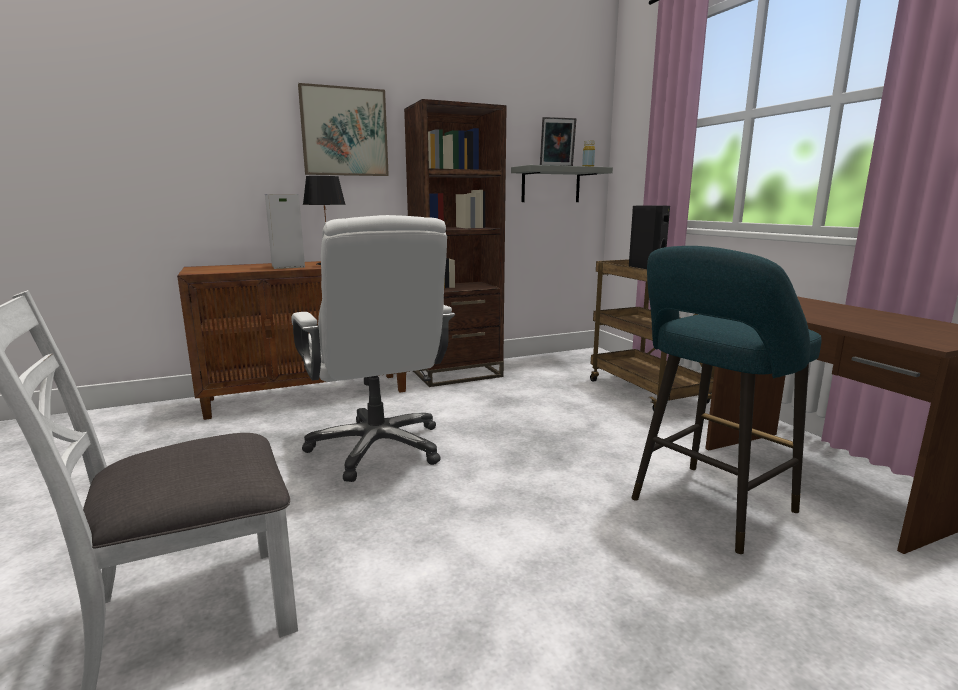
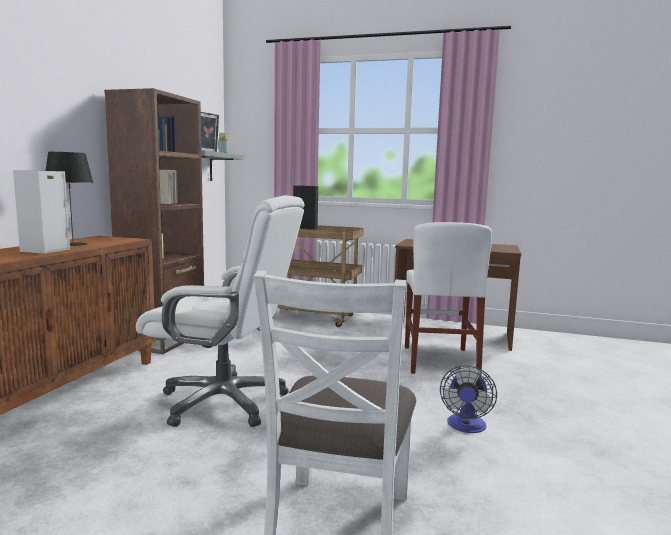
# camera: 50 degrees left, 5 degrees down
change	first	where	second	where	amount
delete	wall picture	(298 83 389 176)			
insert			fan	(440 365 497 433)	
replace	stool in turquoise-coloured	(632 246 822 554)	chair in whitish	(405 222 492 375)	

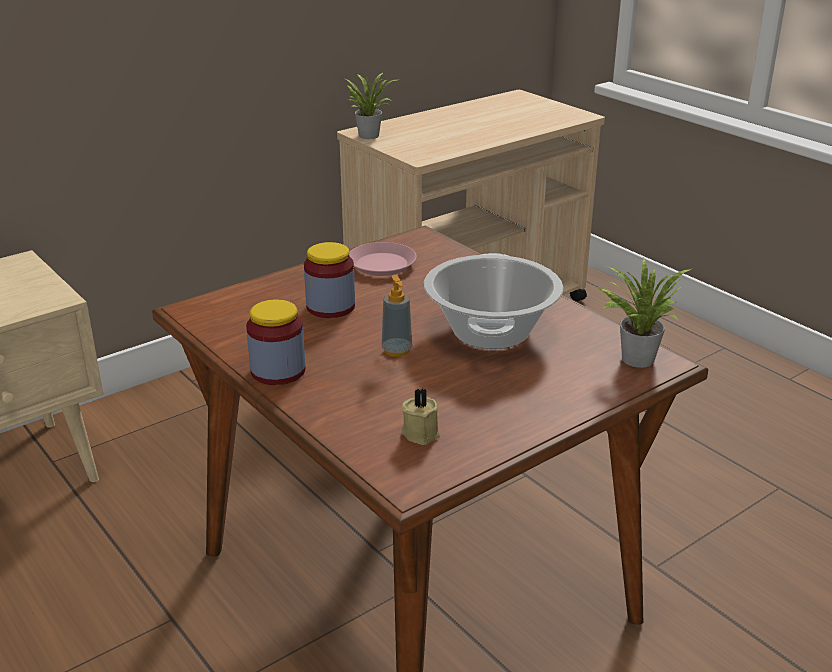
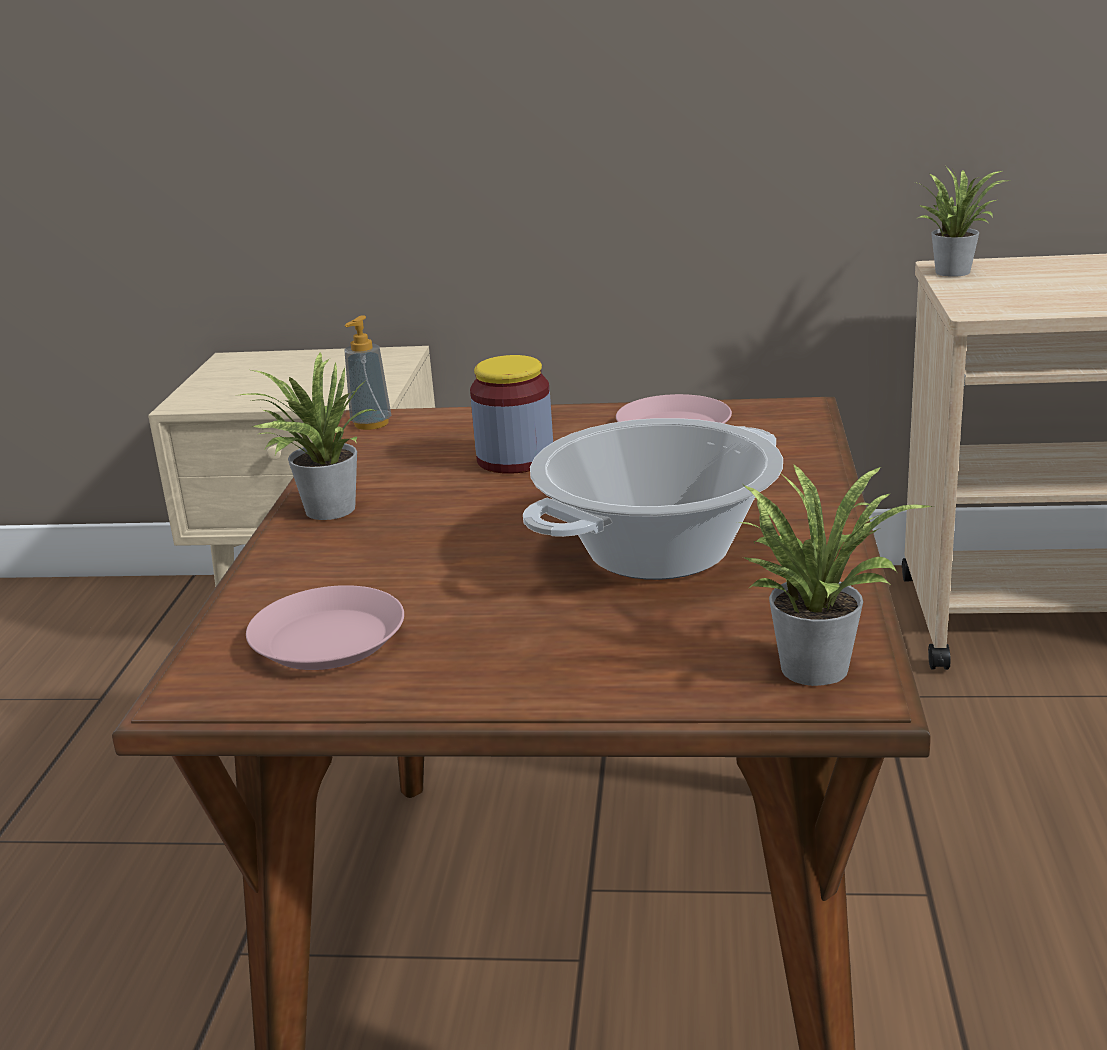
# camera: 45 degrees right, 5 degrees down
change	first	where	second	where	amount
move	soap dispenser	(381 275 412 357)		(344 315 391 430)	
replace	jar	(246 299 305 385)	potted plant	(240 352 376 520)	
replace	wax light in beige-coloured	(401 388 440 445)	dinner plate in pinkish	(246 585 404 670)	

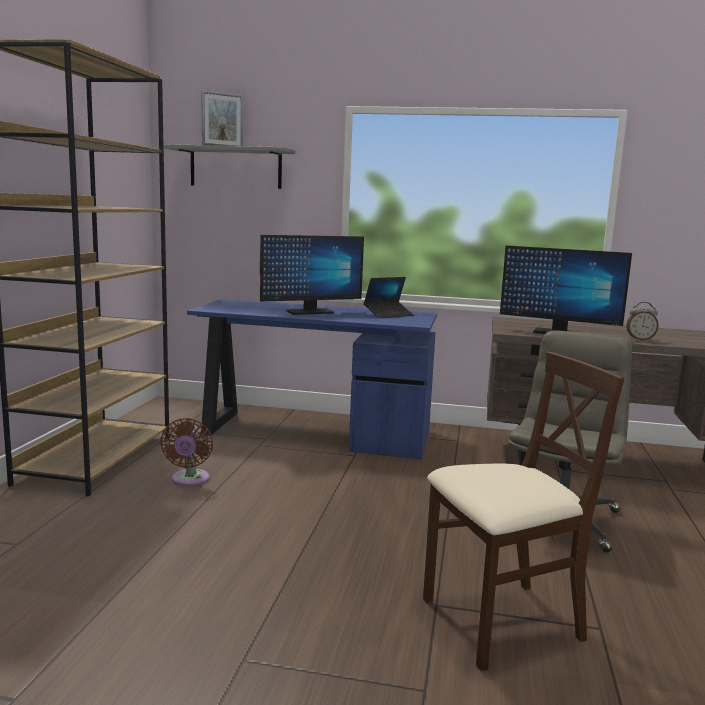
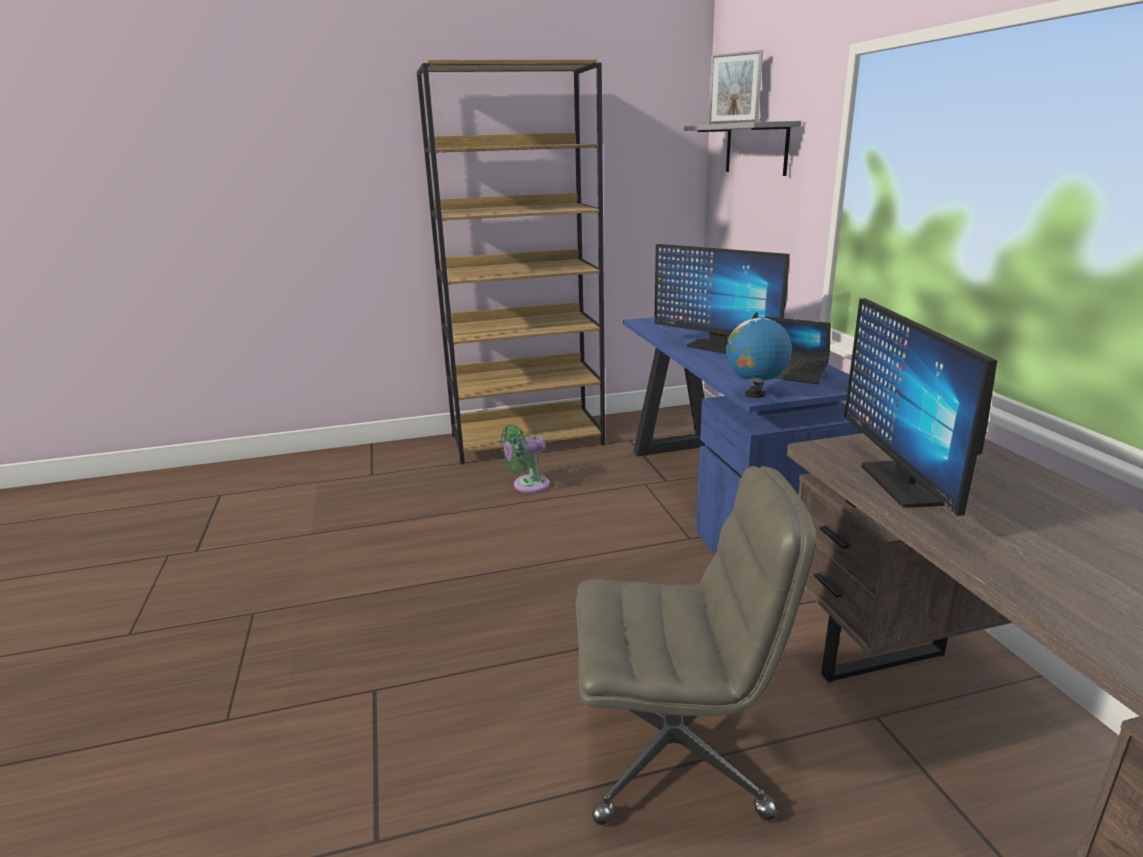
# camera: 65 degrees right, 10 degrees up
change	first	where	second	where	amount
delete	chair in beige-coloured	(423 352 625 671)			
delete	bedside clock	(626 302 659 341)			
insert			desk globe	(726 313 792 398)	
recolor	fan in brown-coloured	(160 418 213 486)	fan in green	(501 425 550 493)	

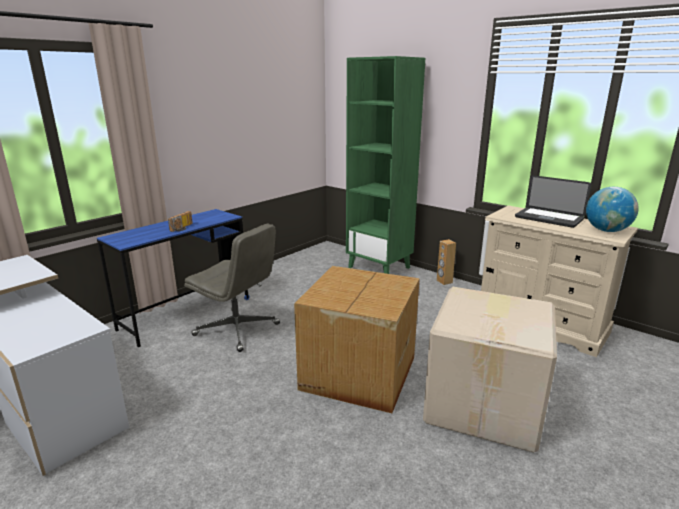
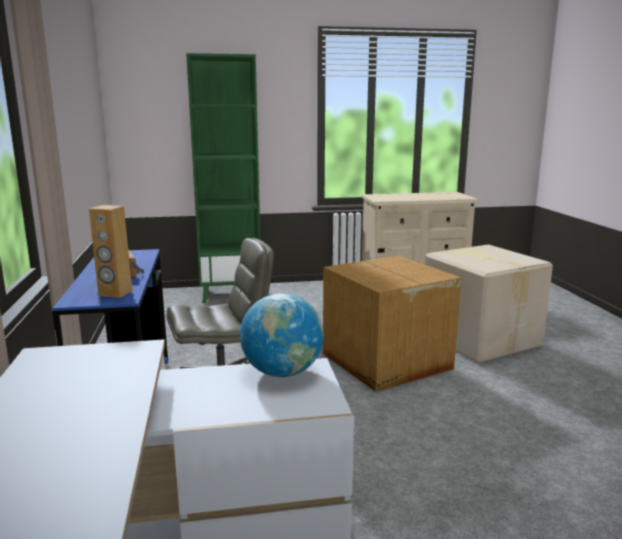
# camera: 50 degrees left, 5 degrees down
change	first	where	second	where	amount
delete	laptop	(515 175 591 228)			
move	loudspeaker in brown-coloured	(437 239 456 285)		(89 205 132 298)	
move	desk globe	(586 187 639 232)		(240 293 324 377)	

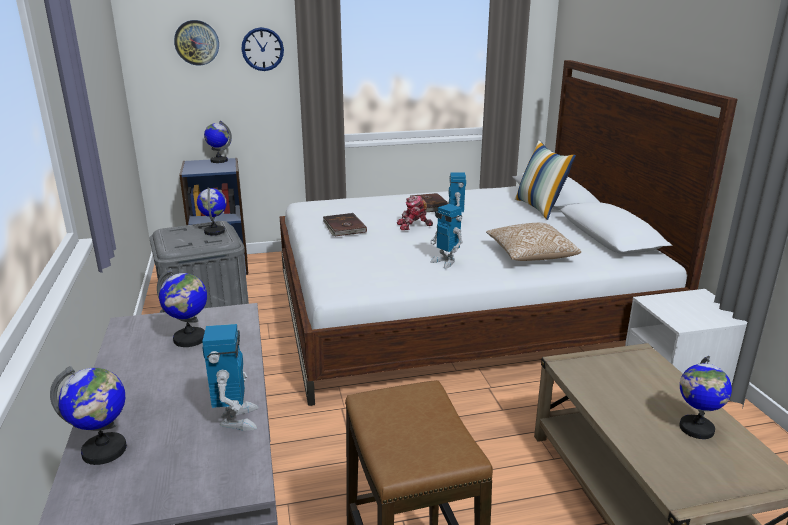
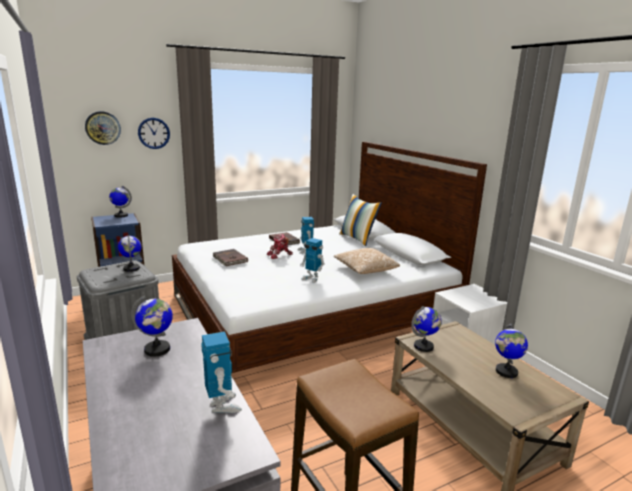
# camera: 15 degrees left, 5 degrees down
change	first	where	second	where	amount
move	desk globe	(50 366 127 465)		(411 306 442 352)	

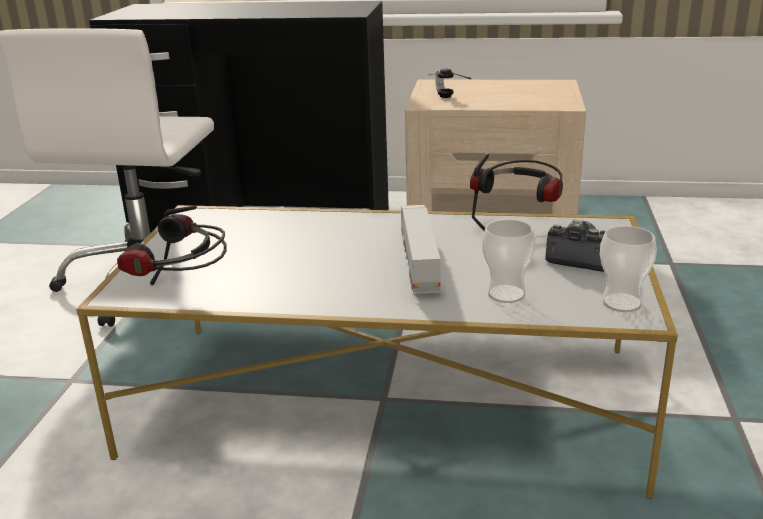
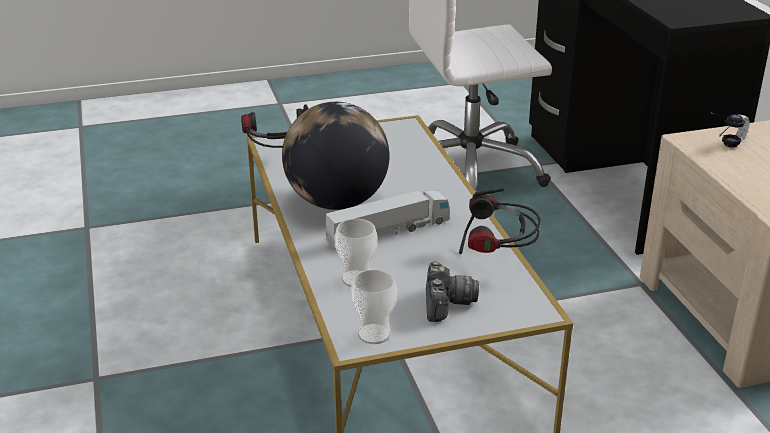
# camera: 65 degrees right, 5 degrees up
change	first	where	second	where	amount
insert			desk globe	(282 102 390 210)	

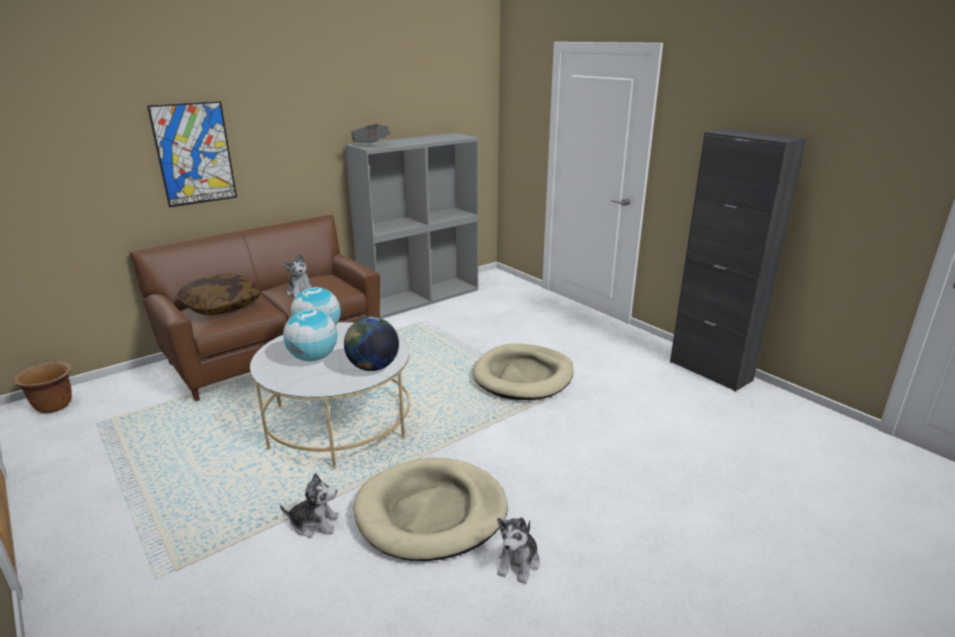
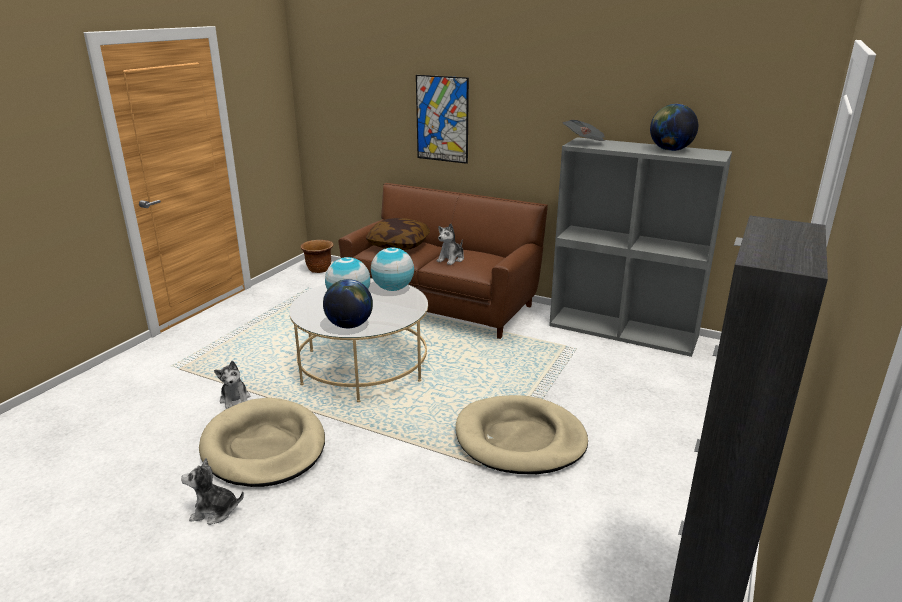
# camera: 65 degrees right, 0 degrees up
change	first	where	second	where	amount
insert			desk globe	(650 104 698 151)	

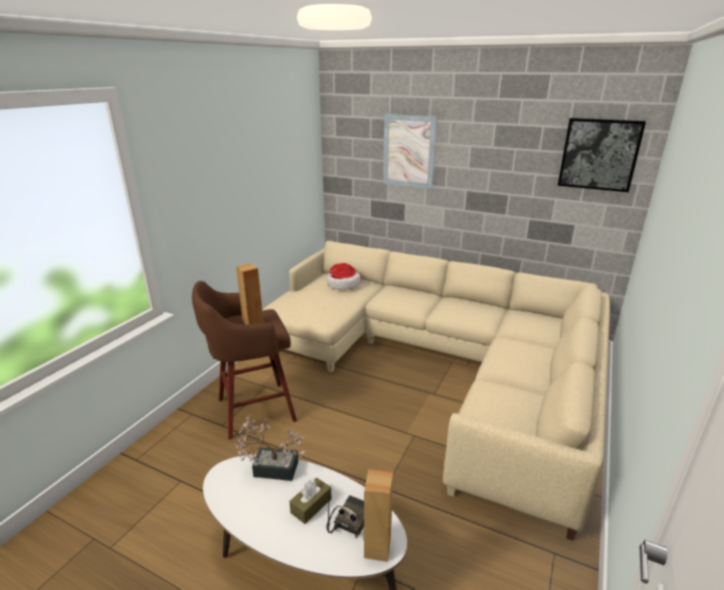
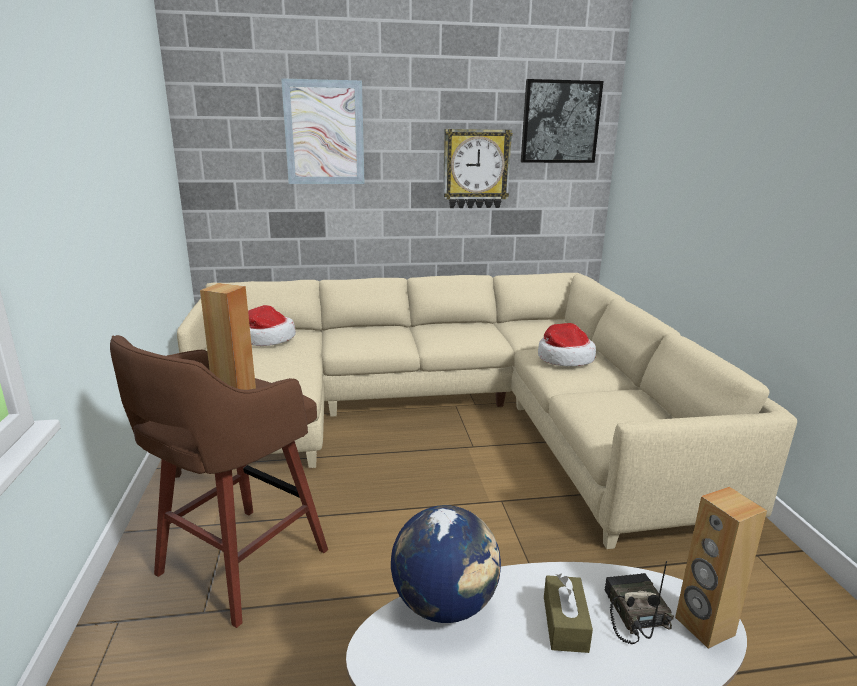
# camera: 35 degrees left, 5 degrees down
change	first	where	second	where	amount
insert			hanging clock	(443 129 513 208)	
insert			hat	(538 323 596 367)	
replace	potted plant	(234 414 305 481)	desk globe	(391 505 501 623)	

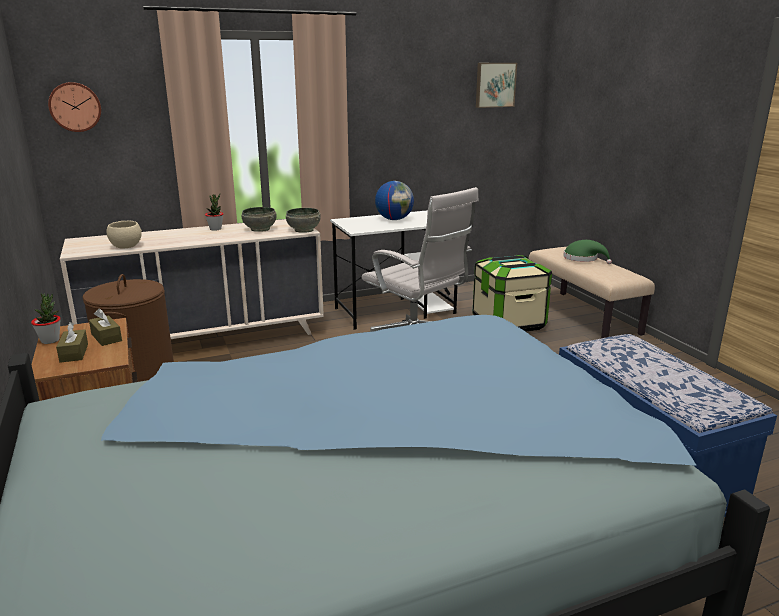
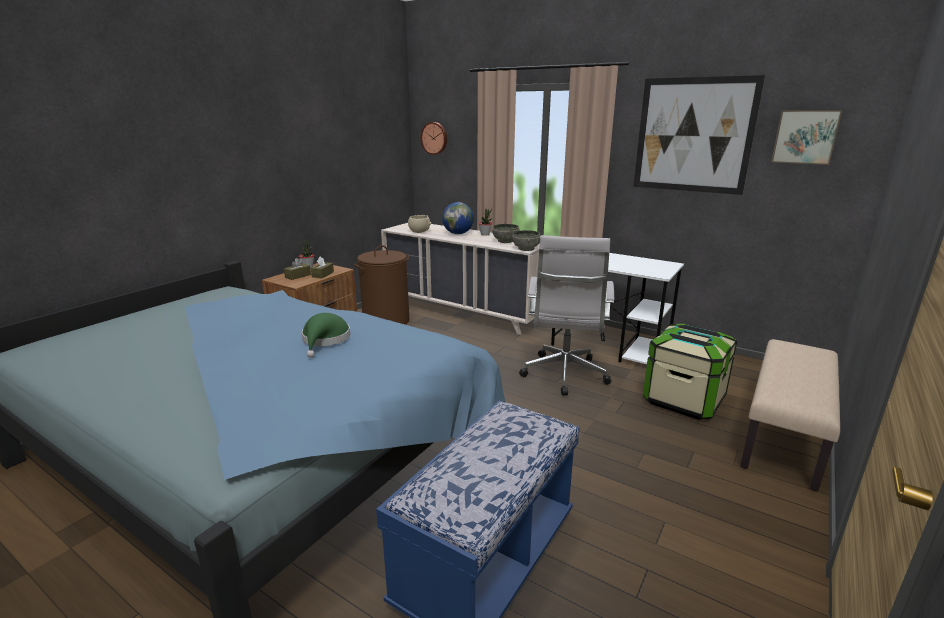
# camera: 55 degrees right, 0 degrees up
change	first	where	second	where	amount
insert			wall picture	(633 75 765 195)	
move	desk globe	(375 181 414 220)		(442 202 474 234)	
move	hat in green	(563 240 612 264)		(302 313 350 358)	

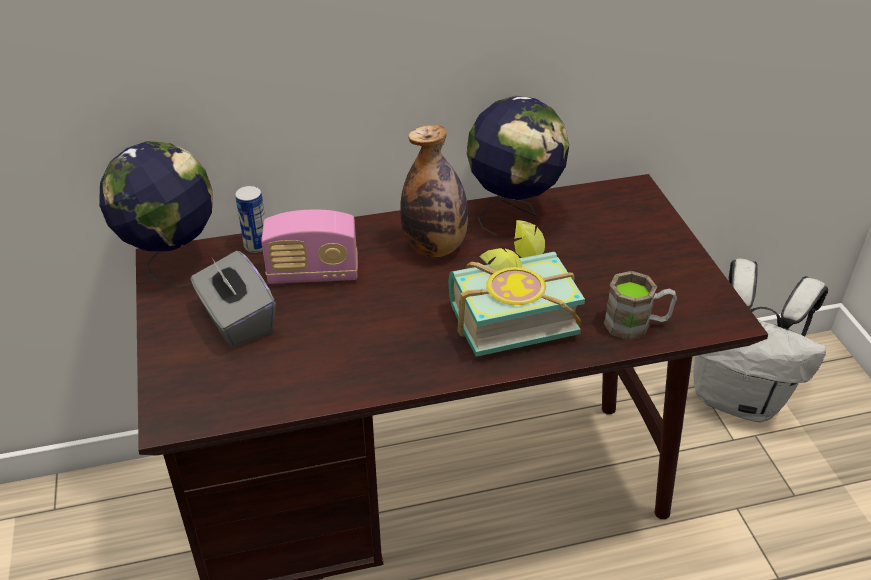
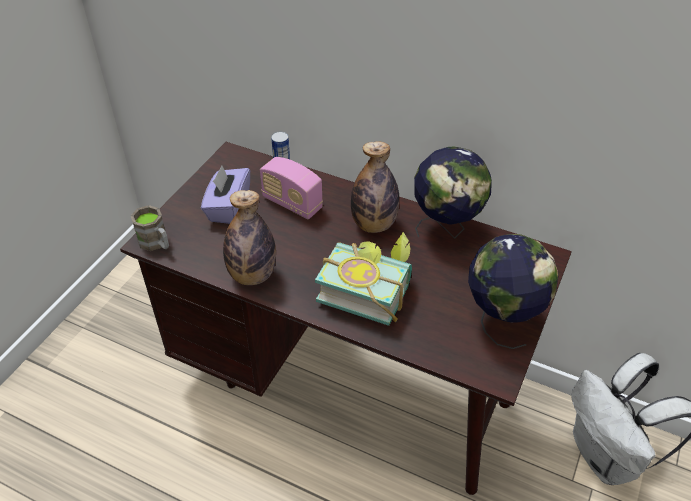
# camera: 40 degrees right, 5 degrees up
change	first	where	second	where	amount
insert			beverage bottle	(223 190 276 285)	
move	desk globe	(99 141 213 287)		(468 234 559 349)	
move	mug in brown-coloured	(603 271 677 340)		(131 205 169 251)	
recolor	tissue box in grey	(190 251 276 347)	tissue box in purple-coloured	(201 165 250 224)	

